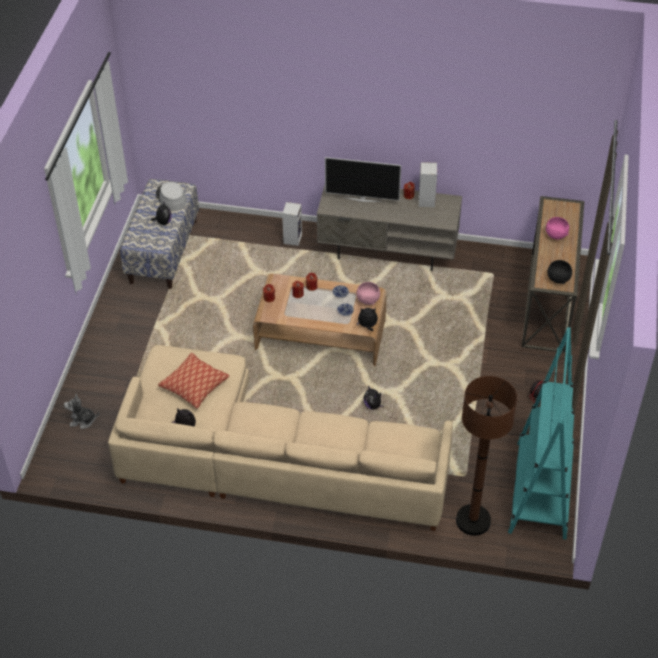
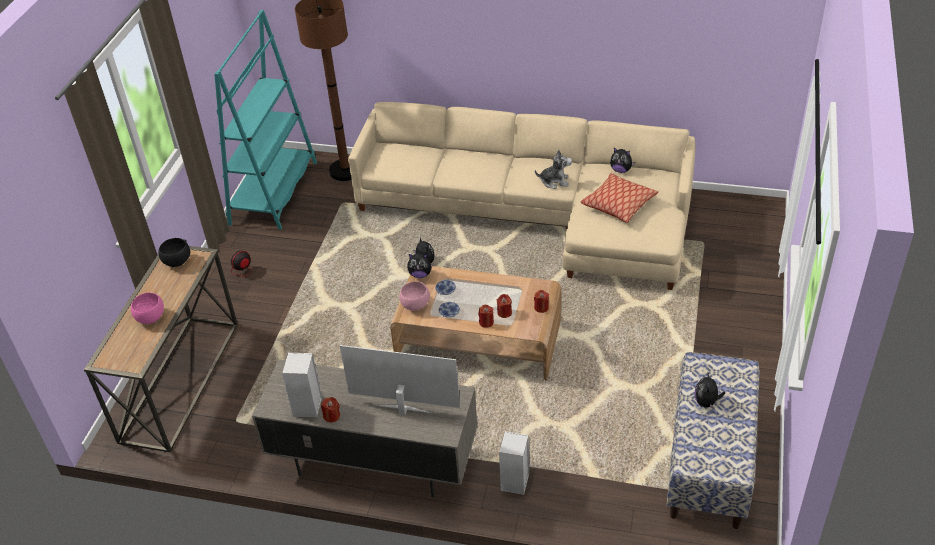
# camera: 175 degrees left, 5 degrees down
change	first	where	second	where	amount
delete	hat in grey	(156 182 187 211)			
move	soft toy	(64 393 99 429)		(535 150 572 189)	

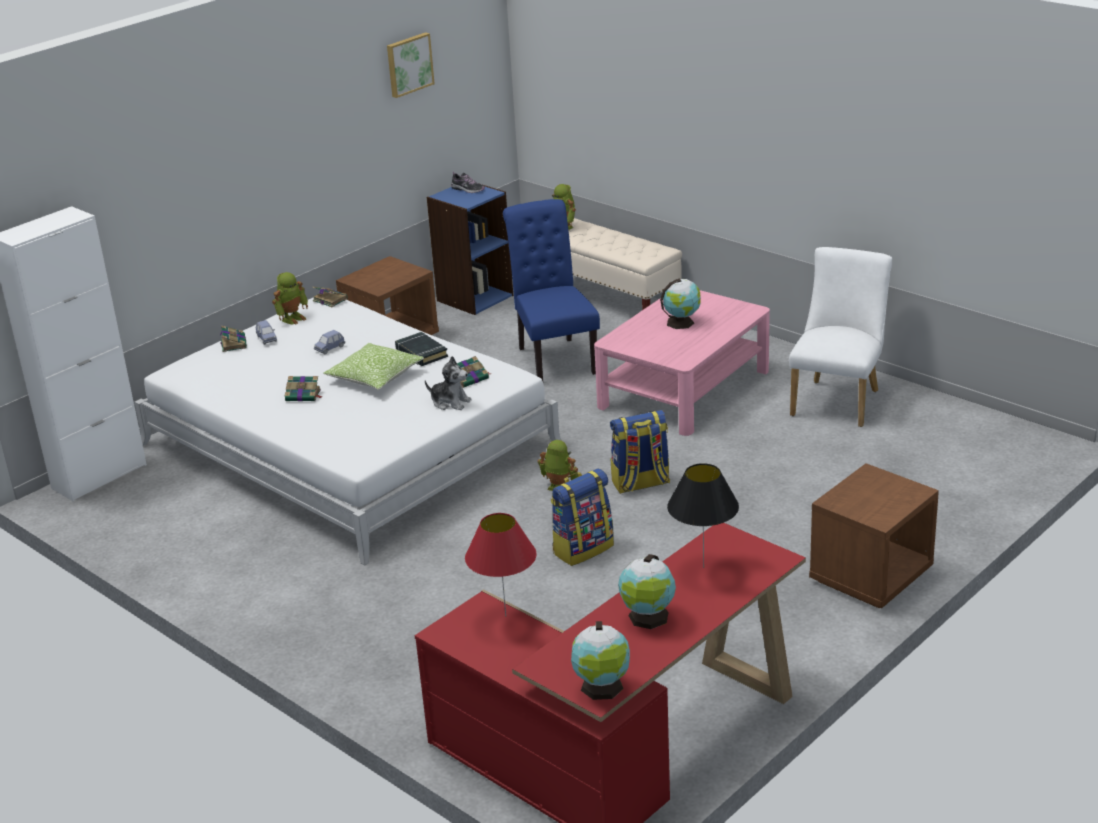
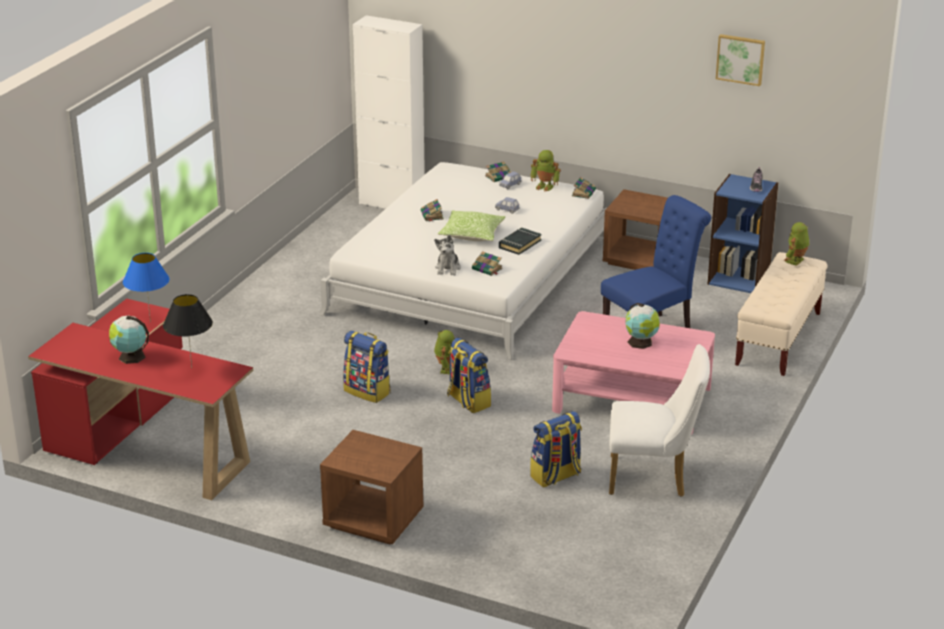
# camera: 70 degrees right, 0 degrees up
change	first	where	second	where	amount
delete	desk globe	(571 621 630 700)			
insert			backpack	(530 411 582 488)	
recolor	tabletop lamp in reddish	(465 513 537 617)	tabletop lamp in bluish	(123 253 170 323)	

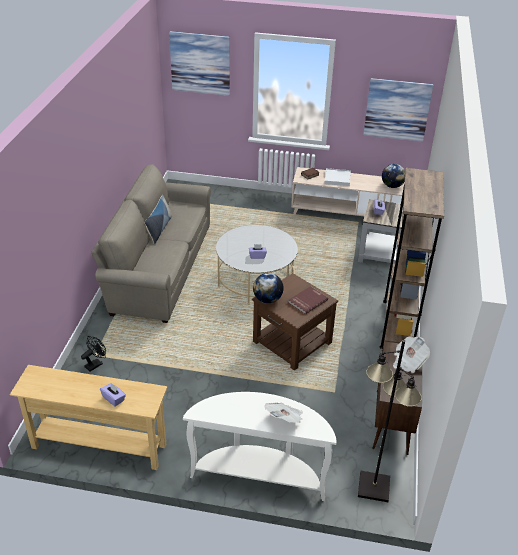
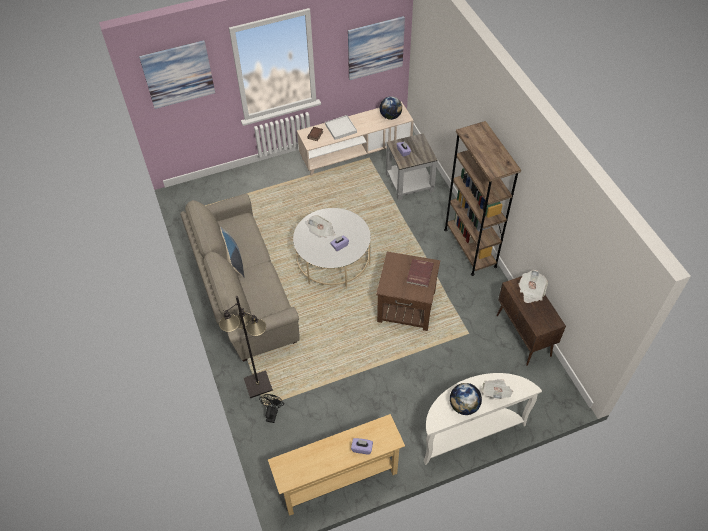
# camera: 30 degrees left, 15 degrees up
change	first	where	second	where	amount
insert			newspaper	(308 215 335 237)	
move	desk globe	(253 273 284 303)		(450 383 482 415)	
move	floor lamp in blackish	(358 340 422 502)		(219 296 273 398)	

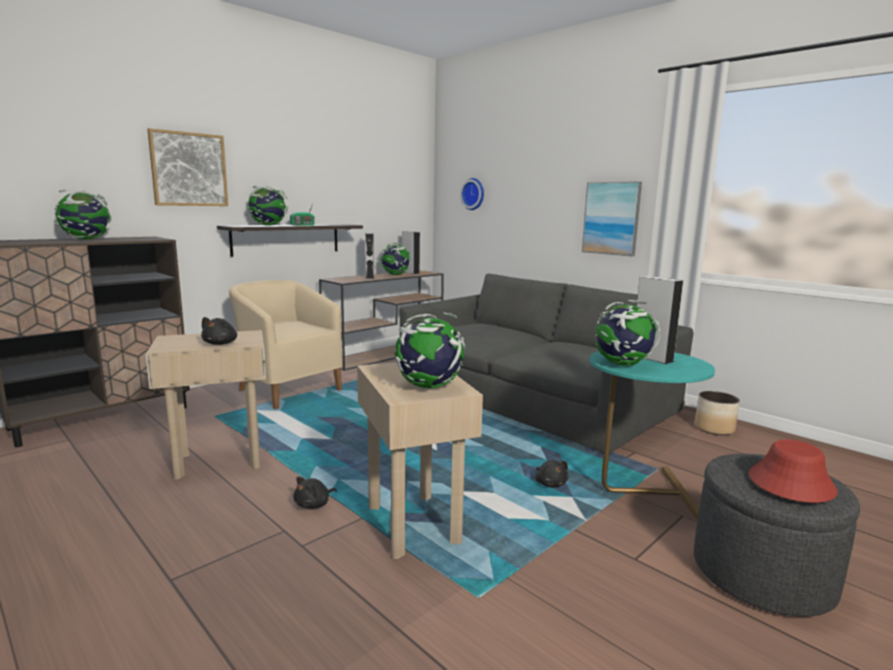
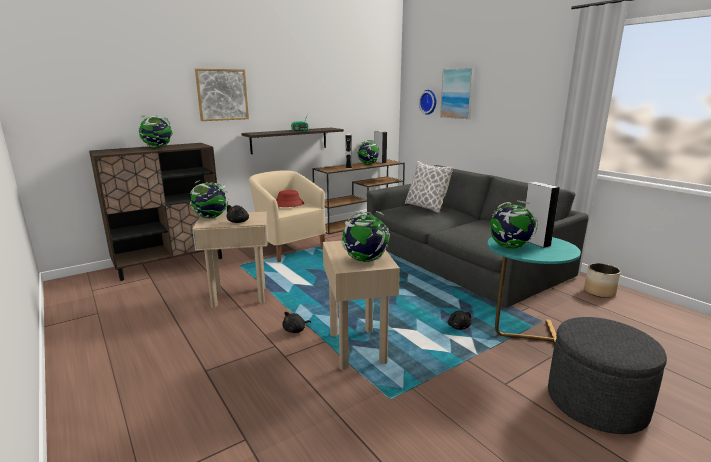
# camera: 10 degrees right, 5 degrees up
change	first	where	second	where	amount
insert			throw pillow	(405 161 453 213)	
move	desk globe	(247 186 288 226)		(190 180 229 218)	
move	wall picture	(582 182 642 256)		(440 68 475 119)	
move	hat in reddish	(749 439 838 503)		(276 190 304 207)	

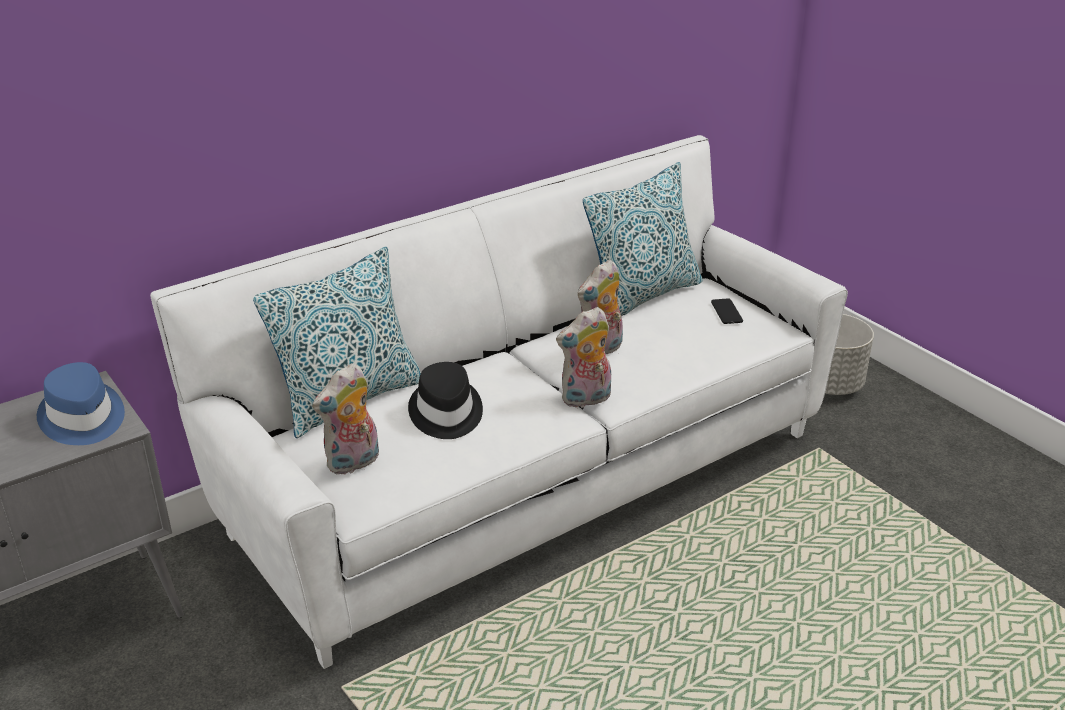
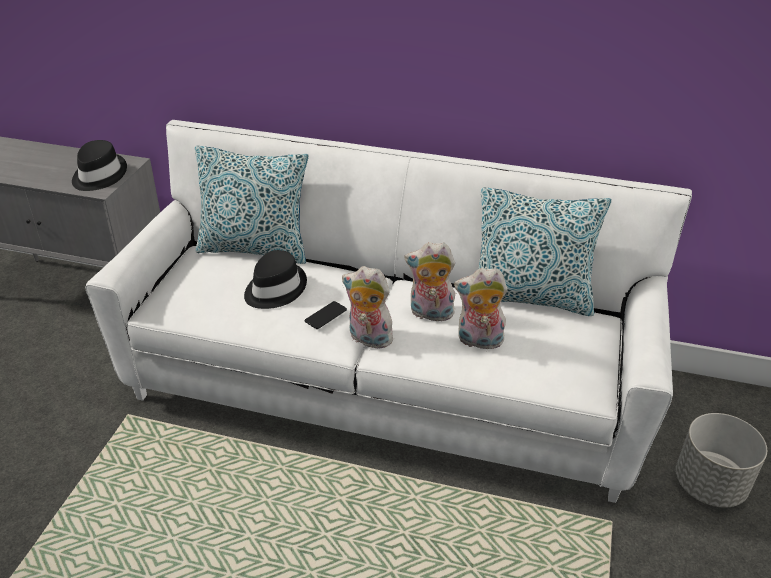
# camera: 50 degrees right, 5 degrees up
change	first	where	second	where	amount
move	soft toy	(312 363 379 475)		(454 268 508 350)	
move	phone	(711 299 743 324)		(305 301 347 329)	
recolor	hat in bluish	(37 362 125 445)	hat in blackish	(72 140 127 191)	

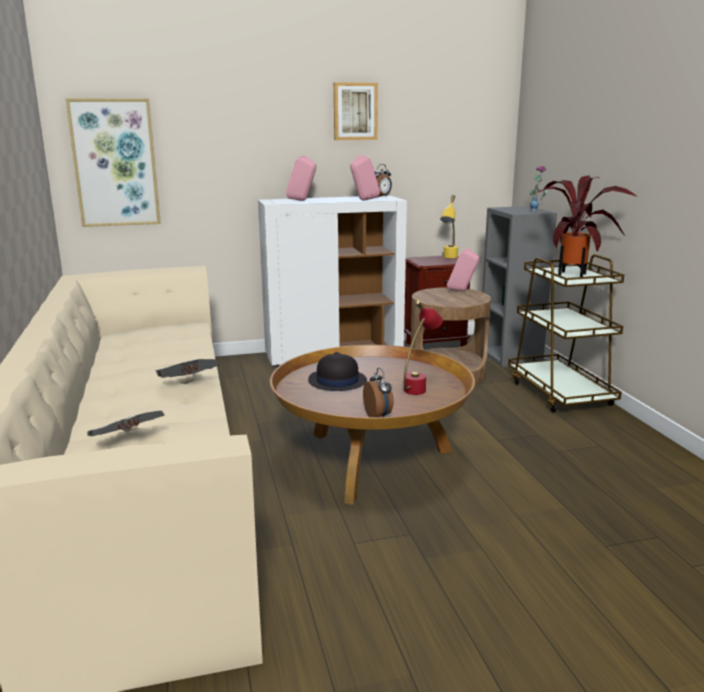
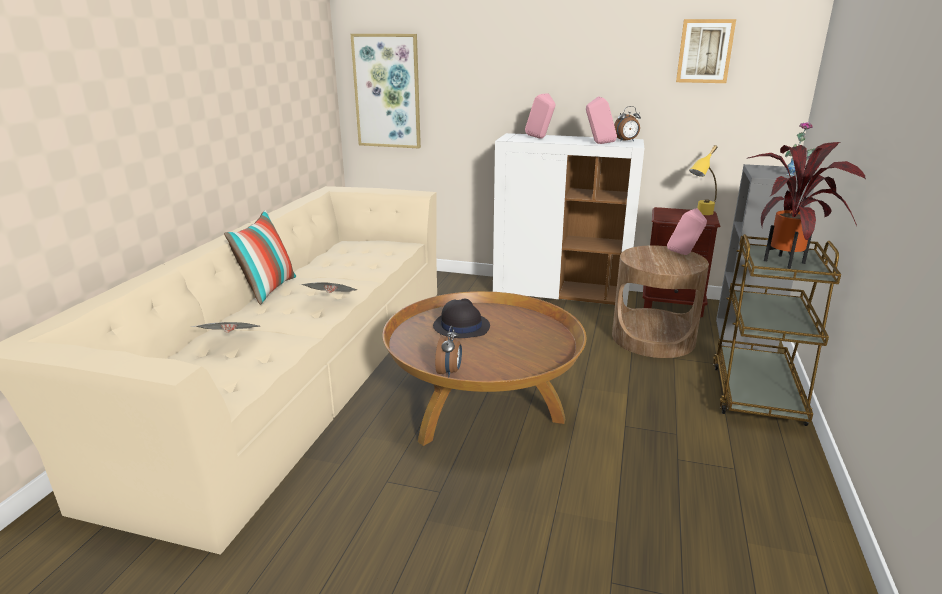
# camera: 30 degrees right, 5 degrees up
change	first	where	second	where	amount
delete	tabletop lamp in reddish	(404 299 443 395)			
insert			throw pillow	(224 210 296 305)	
move	wall picture	(334 82 378 140)		(676 19 736 83)	

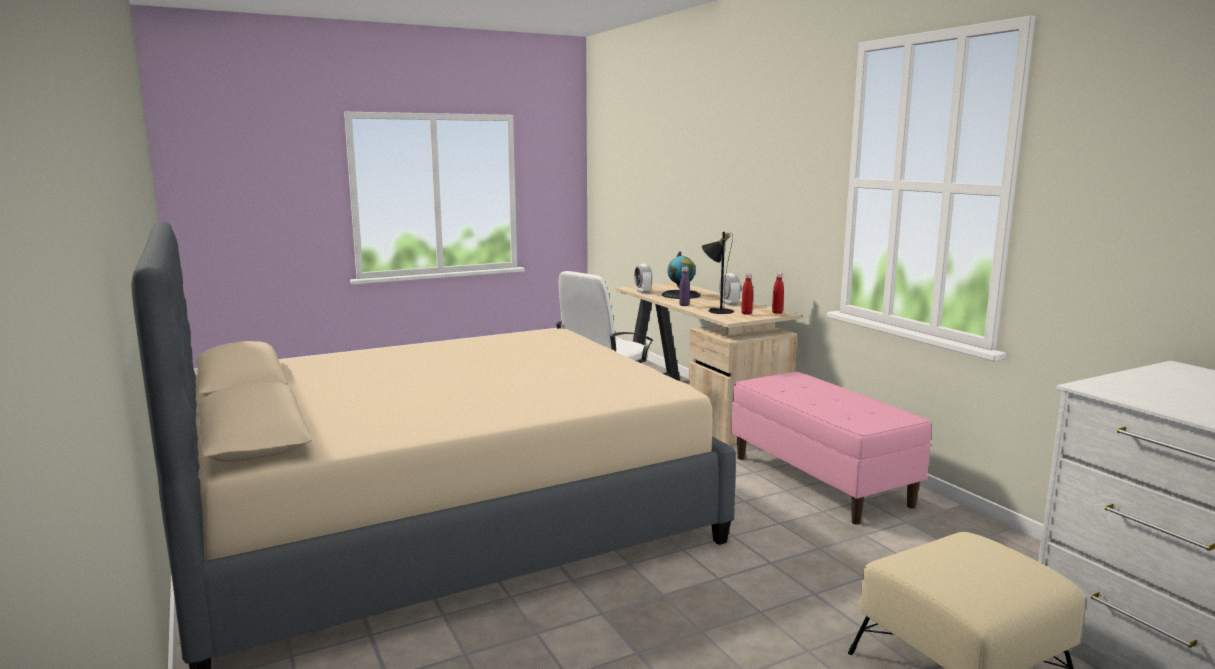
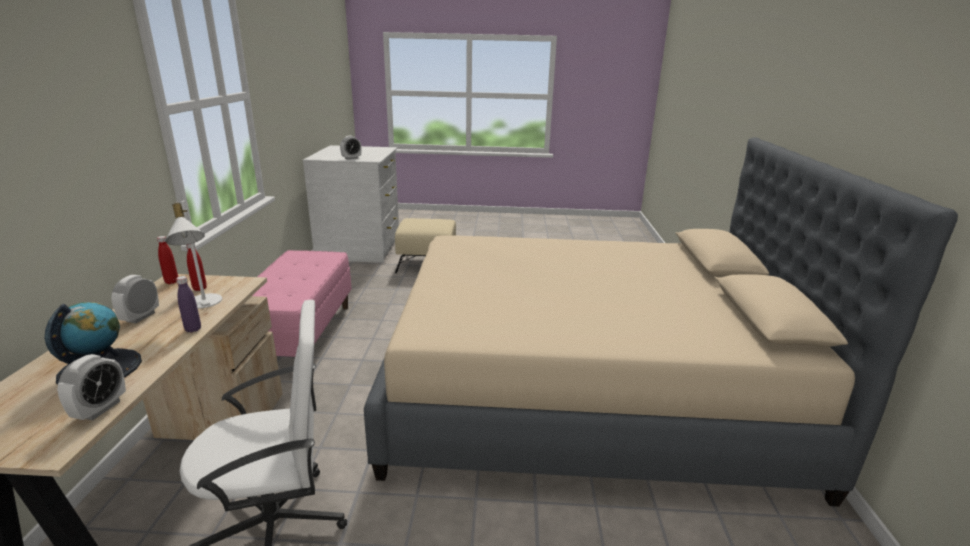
# camera: 150 degrees left, 10 degrees up
change	first	where	second	where	amount
insert			bedside clock	(340 136 362 160)	
recolor	tabletop lamp in blackish	(702 232 734 314)	tabletop lamp in whitish	(165 201 222 309)	

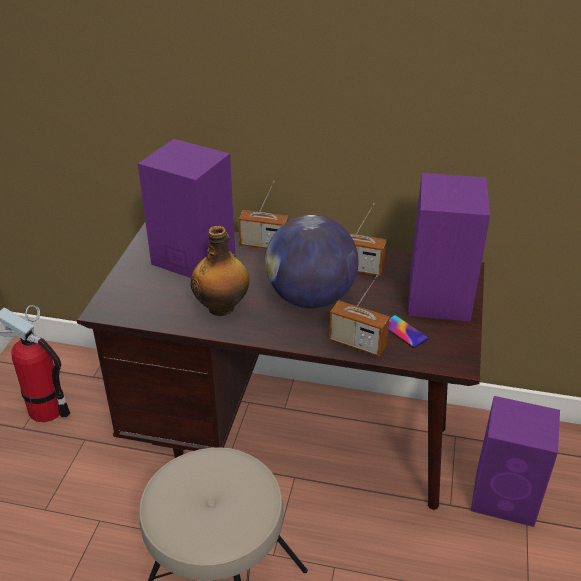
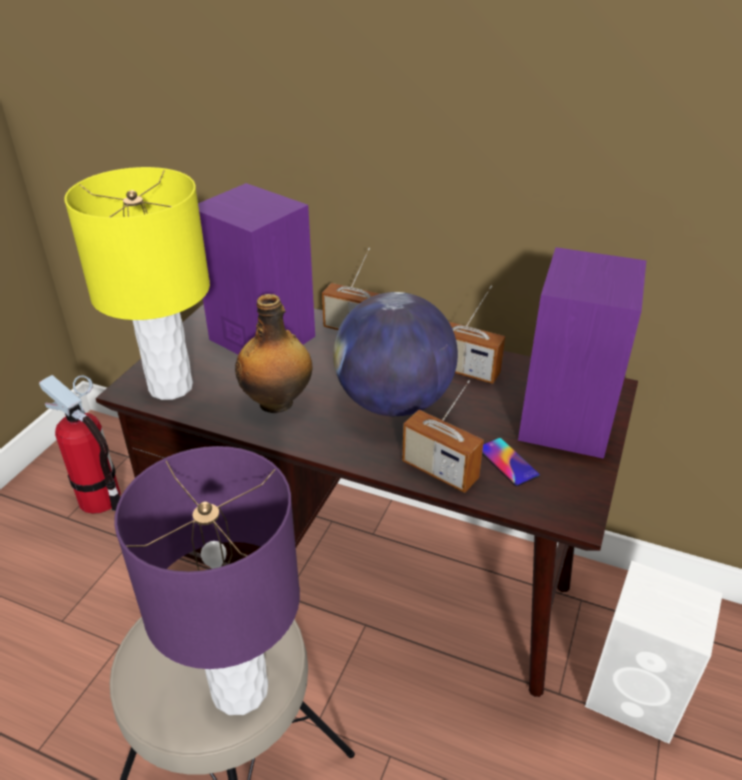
# camera: 10 degrees right, 0 degrees up
change	first	where	second	where	amount
insert			tabletop lamp in yellowish	(64 167 210 400)	
insert			tabletop lamp in purple-coloured	(114 446 300 715)	
recolor	loudspeaker in purple-coloured	(471 396 560 527)	loudspeaker in whitish	(585 561 723 744)	

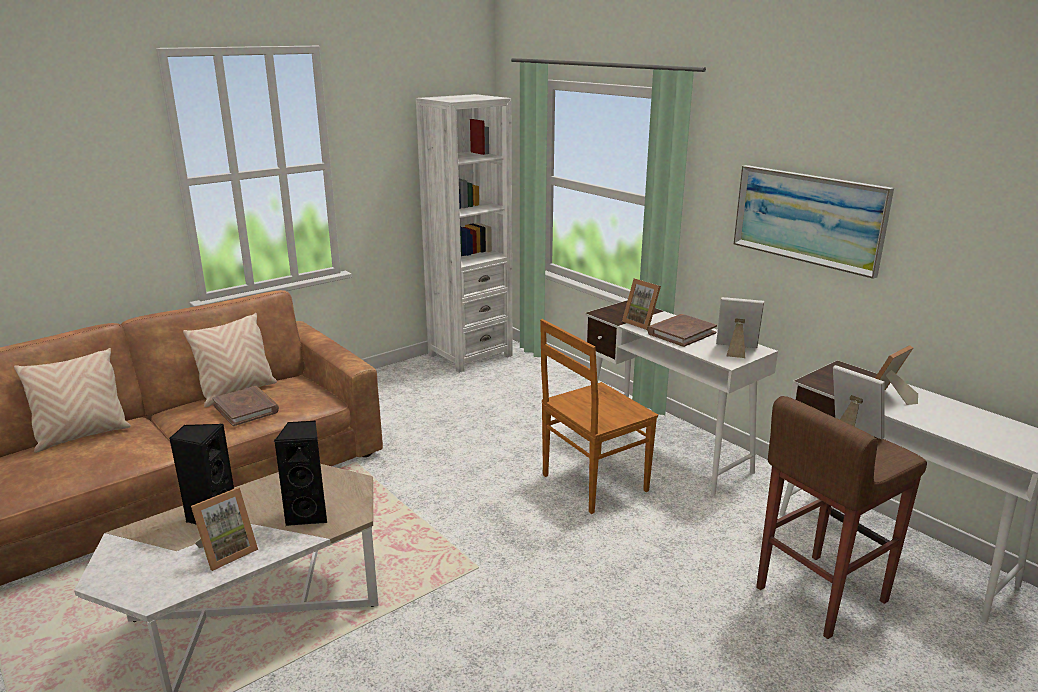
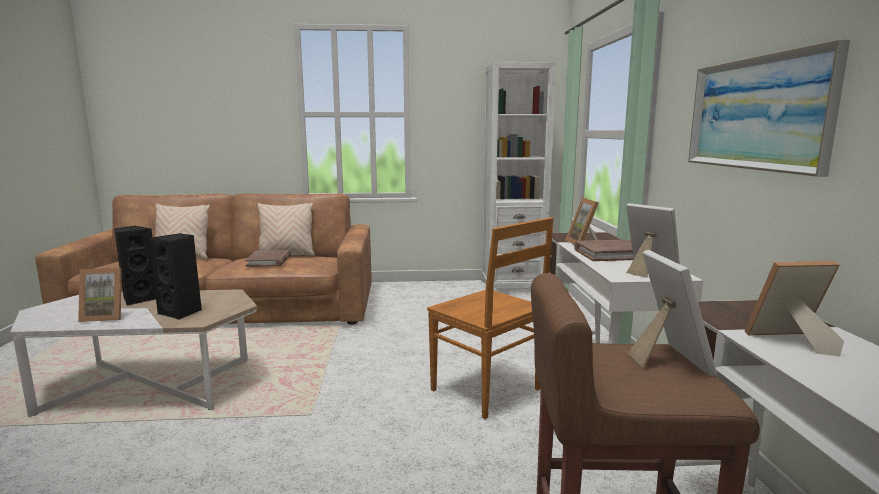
# camera: 35 degrees right, 10 degrees down
change	first	where	second	where	amount
rotate	chair in brown-coloured	(540 319 658 514)		(427 217 554 419)	135 degrees counterclockwise

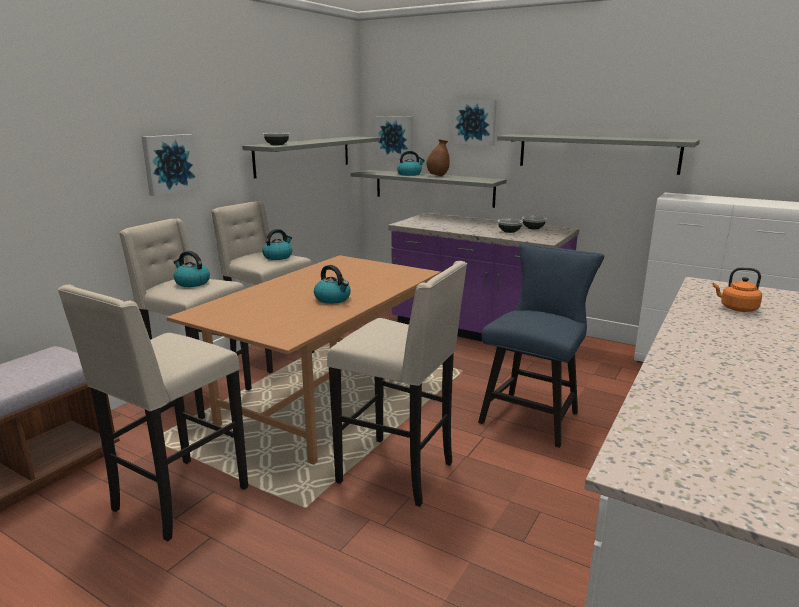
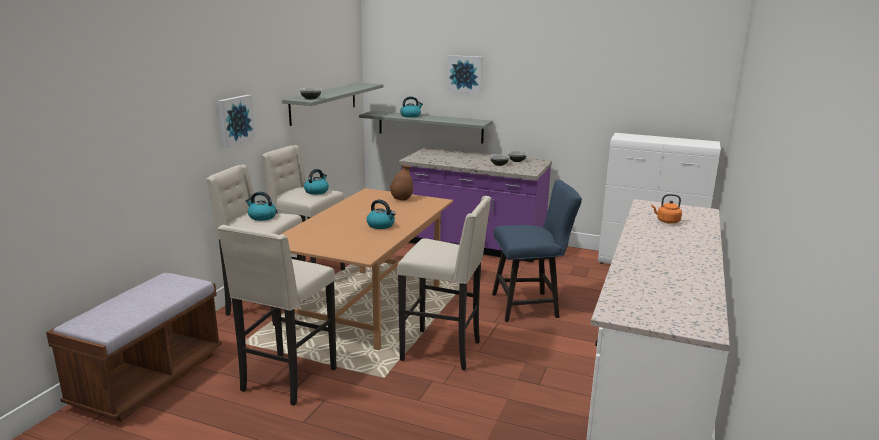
# camera: 10 degrees left, 0 degrees up
change	first	where	second	where	amount
delete	wall picture	(376 116 413 159)			
delete	bracket shelf in grey	(497 134 700 175)			
move	vase in brown-coloured	(427 139 450 176)		(390 165 413 201)	
rotate	chair in bluish	(478 243 604 448)		(492 180 582 322)	60 degrees clockwise

